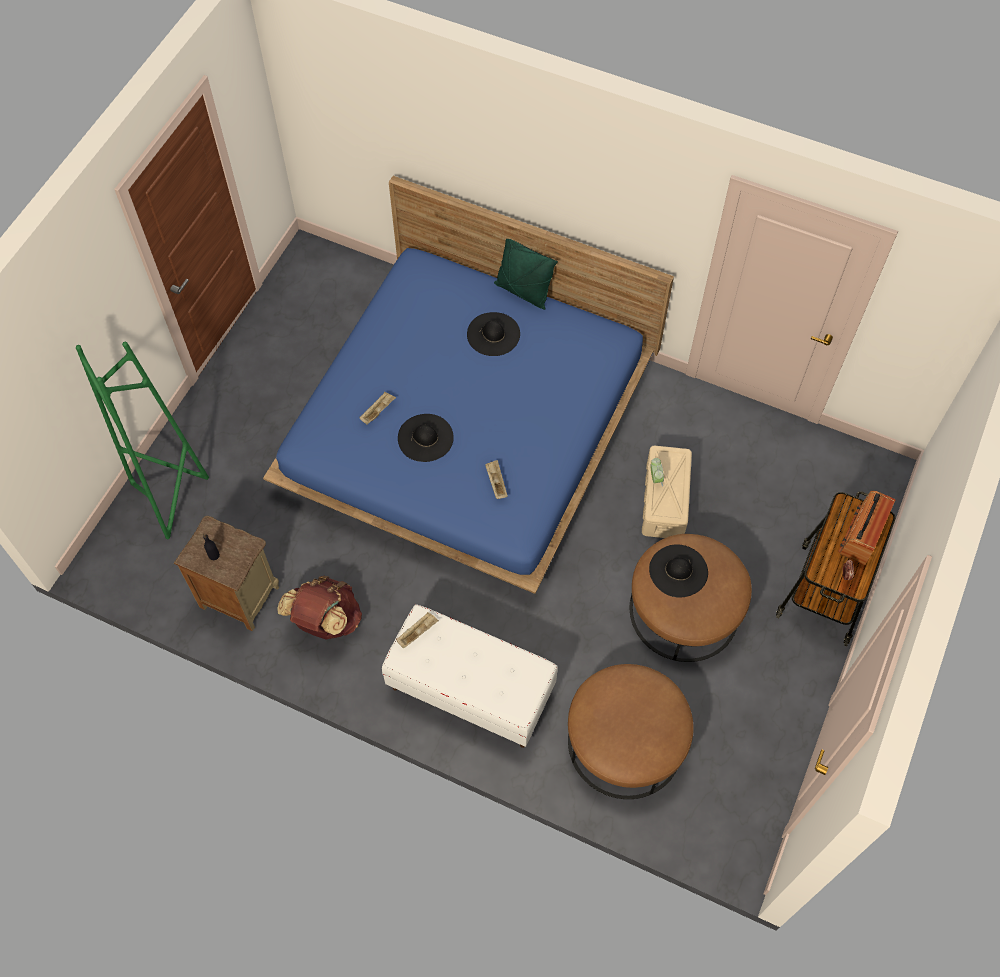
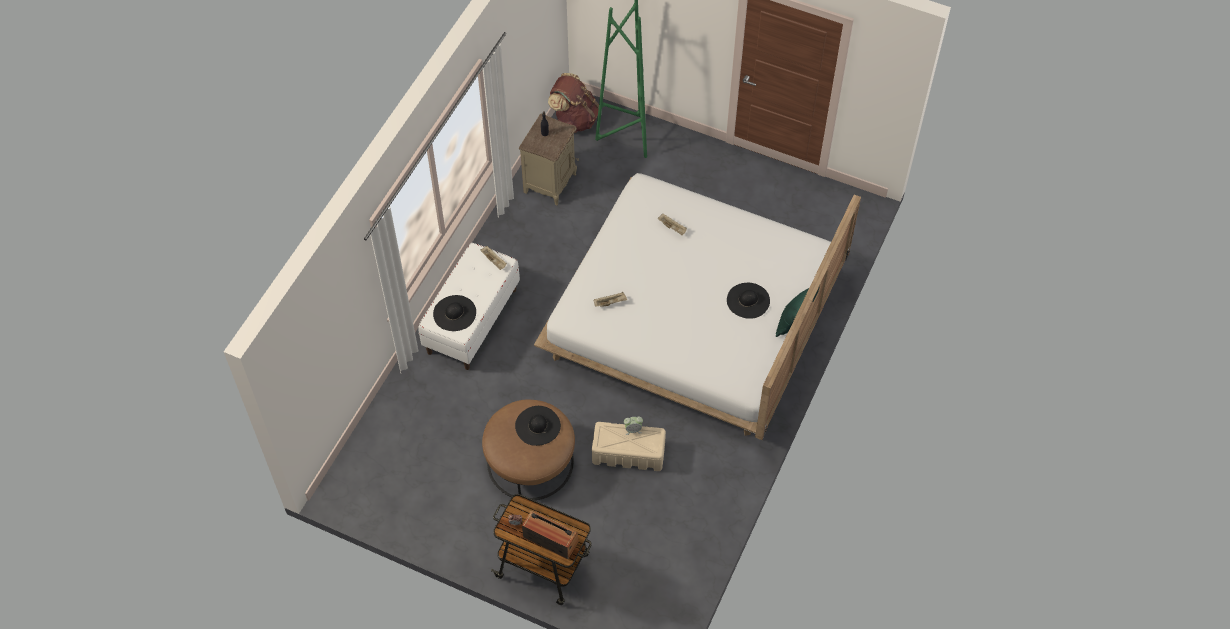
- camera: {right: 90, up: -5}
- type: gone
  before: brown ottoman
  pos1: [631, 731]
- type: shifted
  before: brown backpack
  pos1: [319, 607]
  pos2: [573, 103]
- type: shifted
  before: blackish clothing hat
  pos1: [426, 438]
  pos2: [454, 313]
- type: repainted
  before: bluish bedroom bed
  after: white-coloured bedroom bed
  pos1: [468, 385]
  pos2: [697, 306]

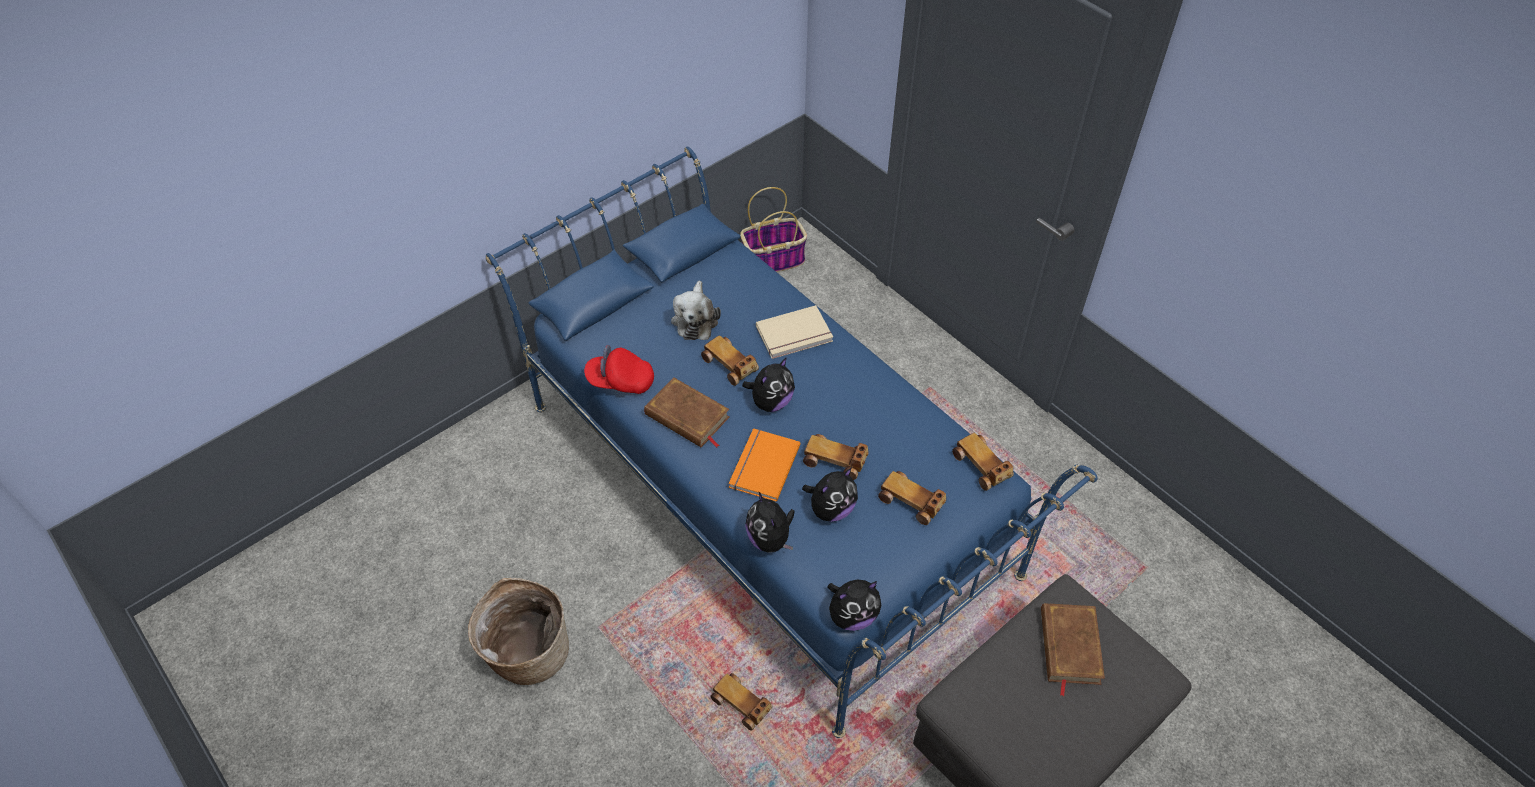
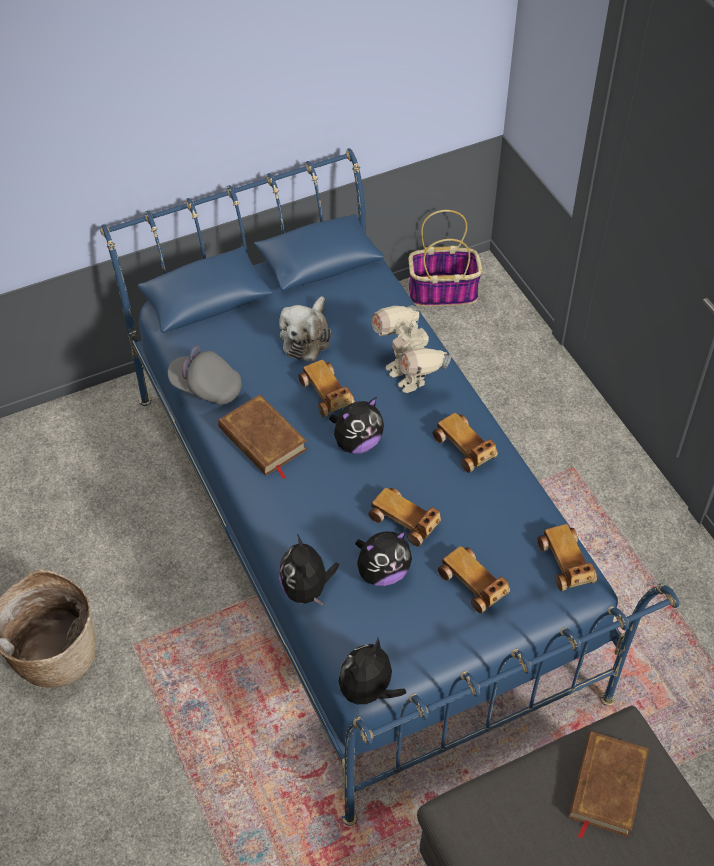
- camera: {right: 15, up: 0}
- type: gone
  before: orange-coloured book
  pos1: [764, 465]
- type: shifted
  before: toy car
  pos1: [741, 702]
  pos2: [465, 443]
- type: swapped
  before: beige-coloured book
  after: robot figure
  pos1: [794, 332]
  pos2: [411, 349]
- type: repainted
  before: red peaked cap
  after: greyish peaked cap
  pos1: [619, 369]
  pos2: [205, 375]
- type: rotated
  before: plush toy
  pos1: [854, 605]
  pos2: [372, 676]
  turn: 135

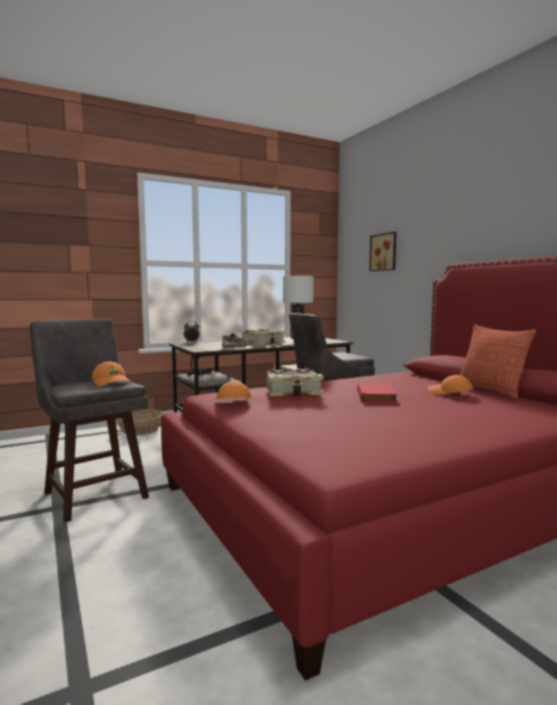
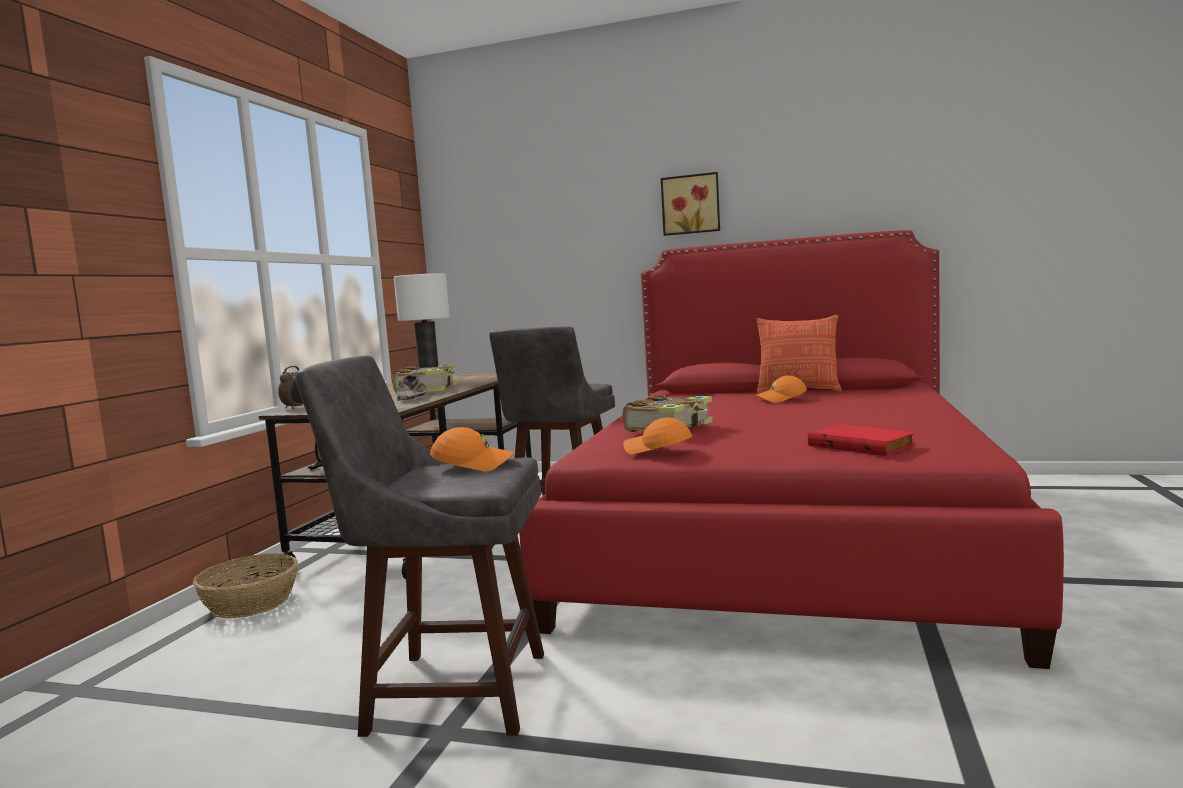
- camera: {right: -45, up: 0}
- type: shifted
  before: red book
  pos1: [377, 392]
  pos2: [862, 440]
- type: shifted
  before: picture
  pos1: [382, 251]
  pos2: [690, 204]

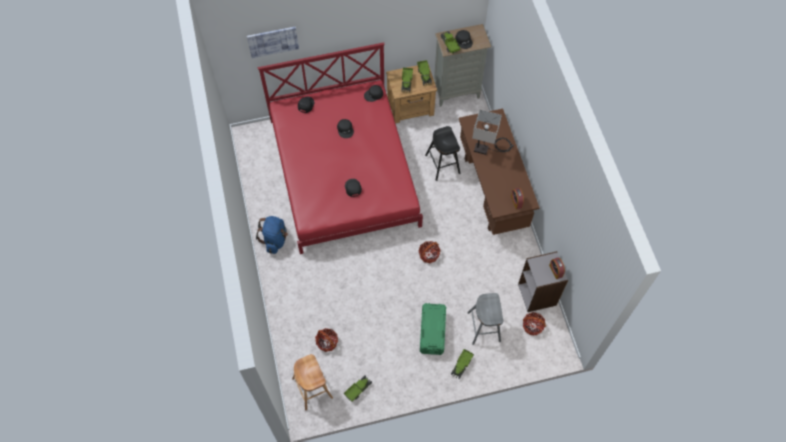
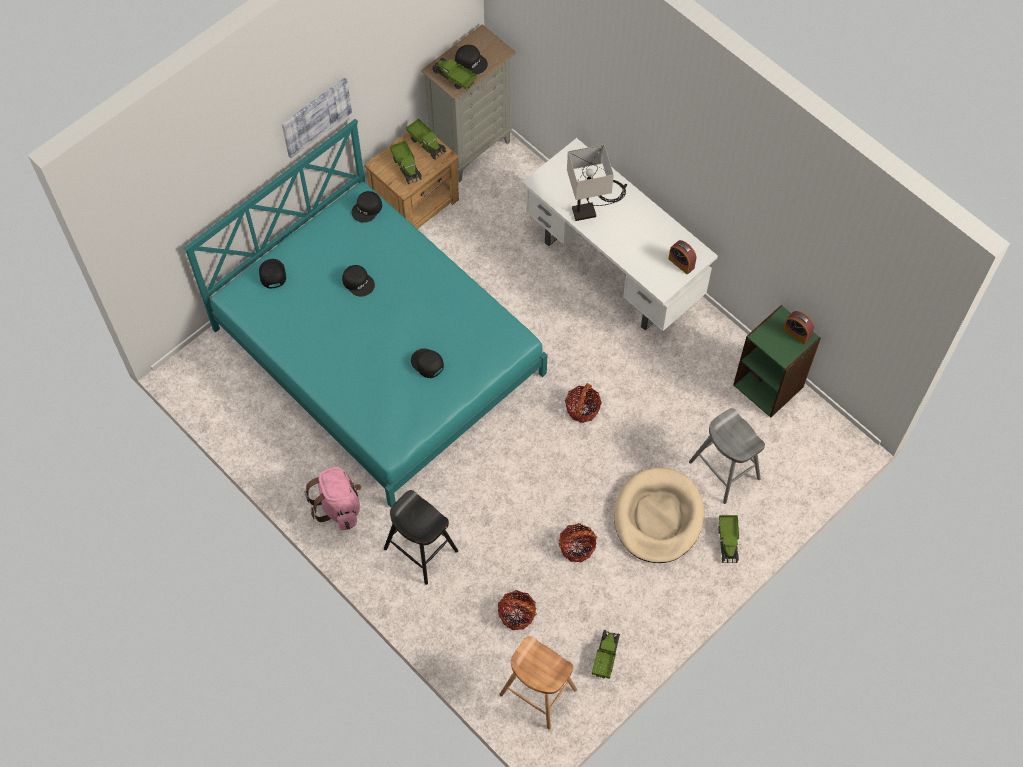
- camera: {right: -30, up: 0}
- type: shifted
  before: picture
  pos1: [273, 42]
  pos2: [317, 117]
- type: shifted
  before: blackish stool
  pos1: [442, 153]
  pos2: [421, 537]
- type: shifted
  before: basket
  pos1: [534, 323]
  pos2: [578, 542]
- type: swapped
  before: greenish storage bin
  after: beige-coloured pet bed
  pos1: [433, 329]
  pos2: [659, 515]
- type: repainted
  before: bluish backpack
  after: pinkish backpack
  pos1: [272, 235]
  pos2: [333, 498]
- type: repainted
  before: red bedroom bed
  after: turquoise-coloured bedroom bed
  pos1: [340, 148]
  pos2: [365, 313]
- type: repainted
  before: brown desk unit
  after: white-coloured desk unit
  pos1: [499, 172]
  pos2: [620, 234]
- type: repainted
  before: greyish shelving unit
  after: greenish shelving unit
  pos1: [543, 281]
  pos2: [777, 361]

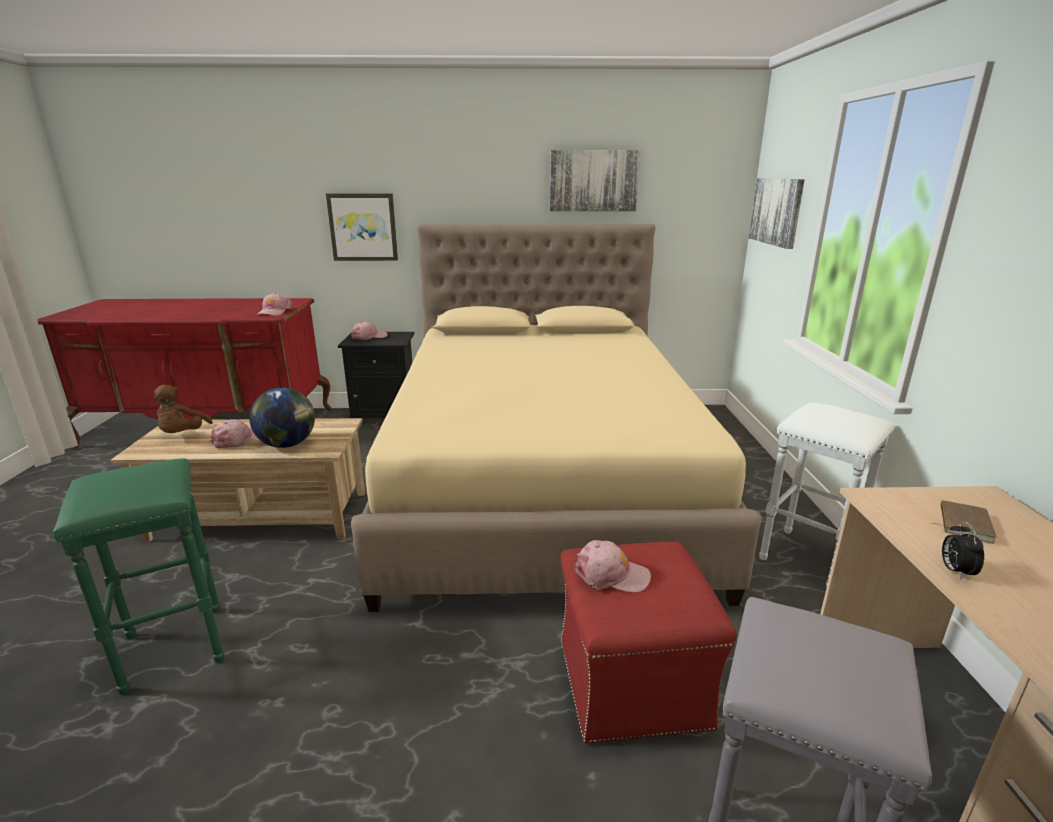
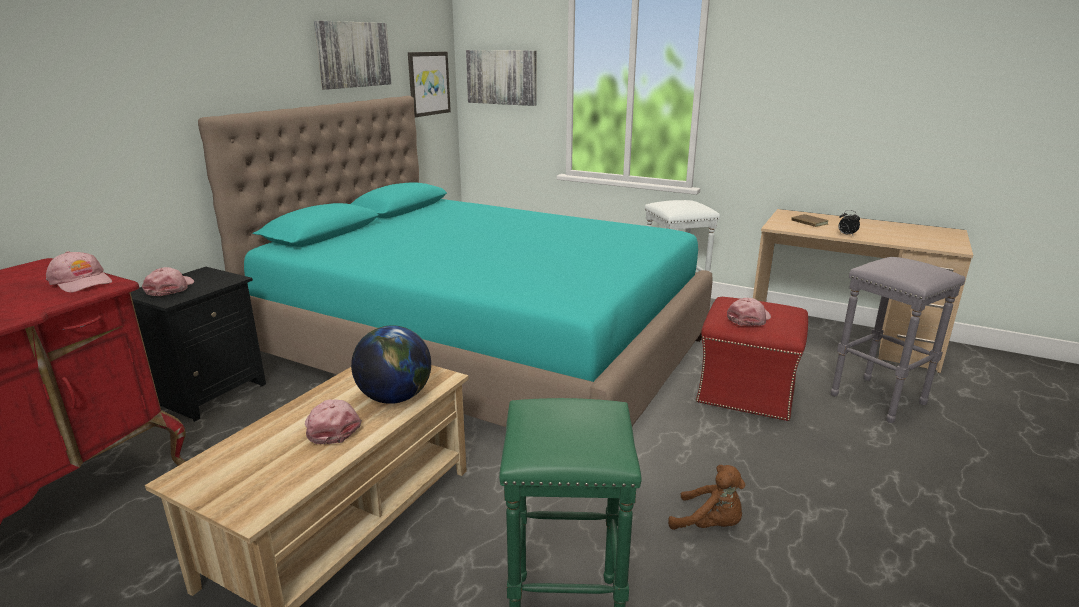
- camera: {right: -60, up: 0}
- type: shifted
  before: brown plush toy
  pos1: [183, 409]
  pos2: [707, 497]
- type: shifted
  before: picture
  pos1: [362, 227]
  pos2: [429, 84]
- type: repainted
  before: beige-coloured bedroom bed
  after: turquoise-coloured bedroom bed
  pos1: [556, 418]
  pos2: [455, 261]

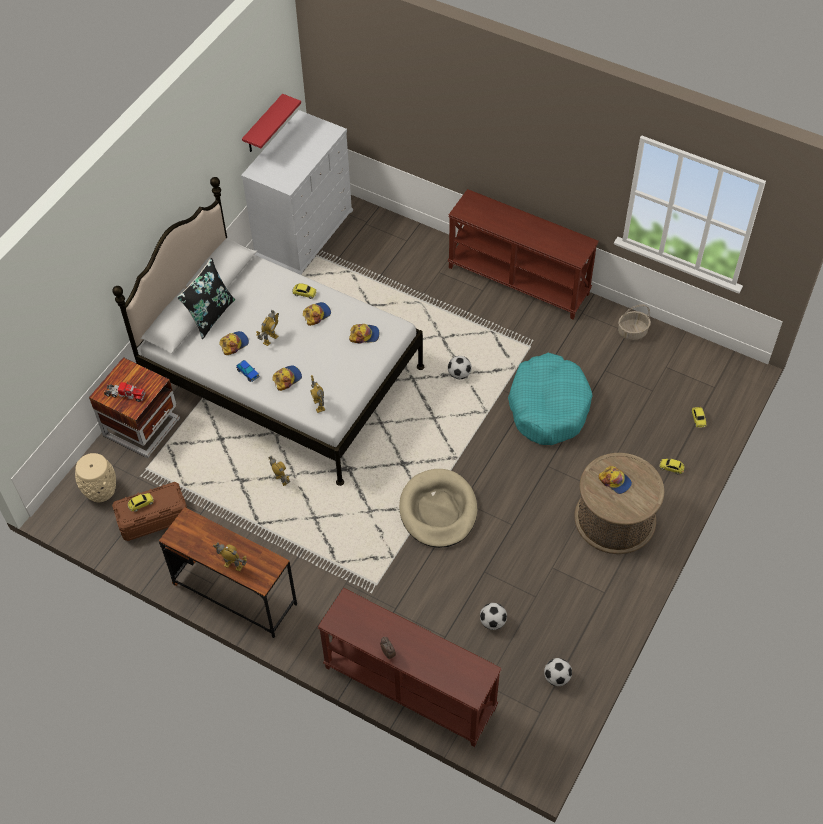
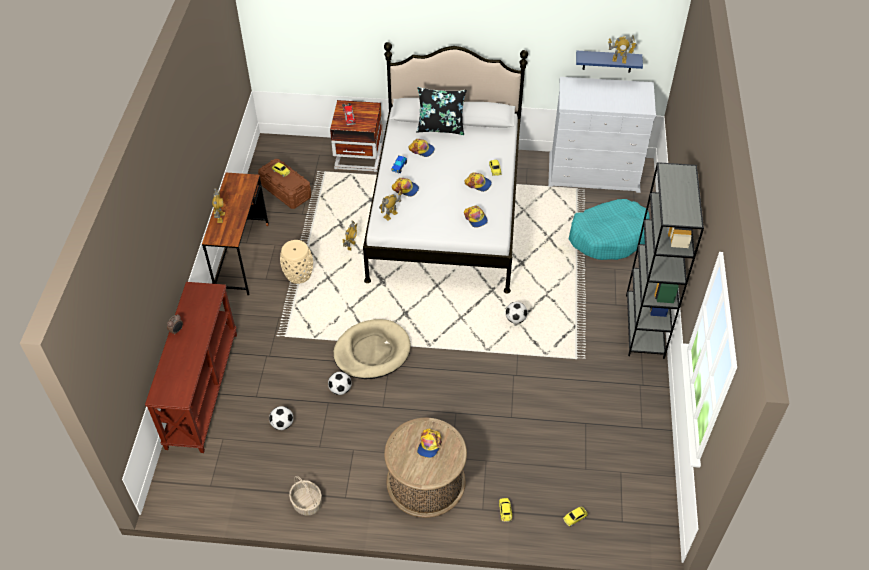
- camera: {right: 65, up: -5}
- type: shifted
  before: beige-coloured stool
  pos1: [95, 477]
  pos2: [296, 262]
- type: shifted
  before: robot figure
  pos1: [267, 327]
  pos2: [622, 49]
- type: shifted
  before: turquoise-coloured pet bed
  pos1: [550, 399]
  pos2: [609, 229]
- type: shifted
  before: football ball
  pos1: [558, 672]
  pos2: [340, 383]
- type: shifted
  before: basket
  pos1: [634, 322]
  pos2: [305, 496]
- type: swapped
  before: brown console table
  after: greyish shelving unit
  pos1: [523, 254]
  pos2: [665, 260]
- type: repainted
  before: red bracket shelf
  after: bluish bracket shelf
  pos1: [271, 123]
  pos2: [609, 62]

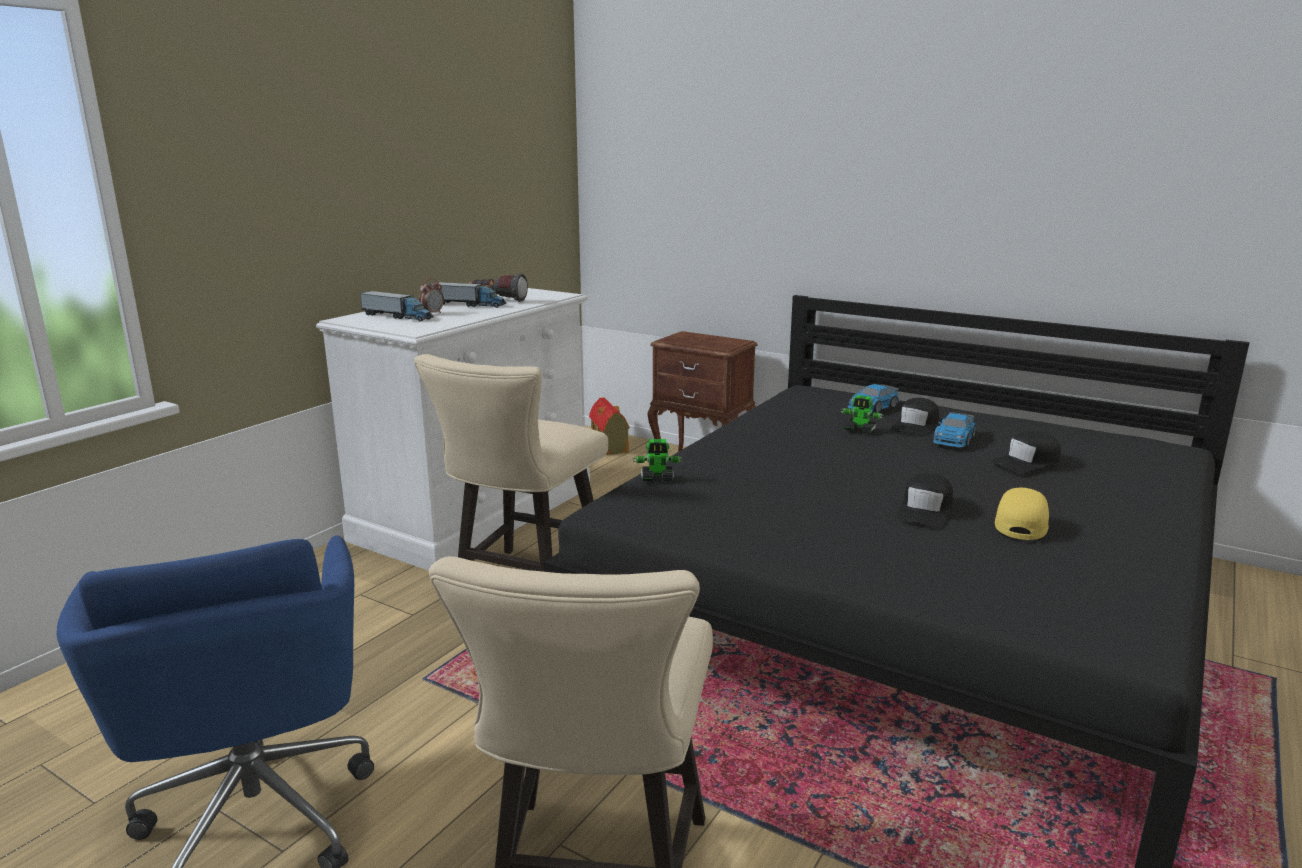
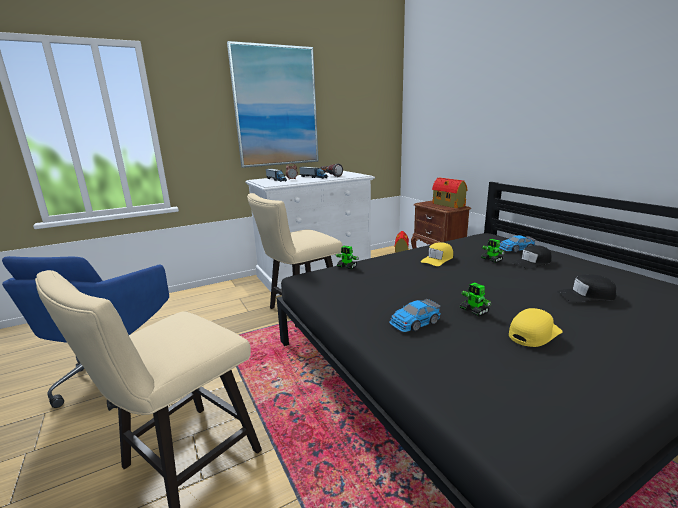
- camera: {right: 30, up: 0}
- type: new
  after: picture
  pos2: [273, 104]
- type: new
  after: yellowish peaked cap
  pos2: [437, 254]
- type: new
  after: model house
  pos2: [450, 193]
- type: shifted
  before: toy car
  pos1: [954, 429]
  pos2: [415, 315]
- type: swapped
  before: blackish peaked cap
  after: robot figure
  pos1: [924, 500]
  pos2: [476, 299]

